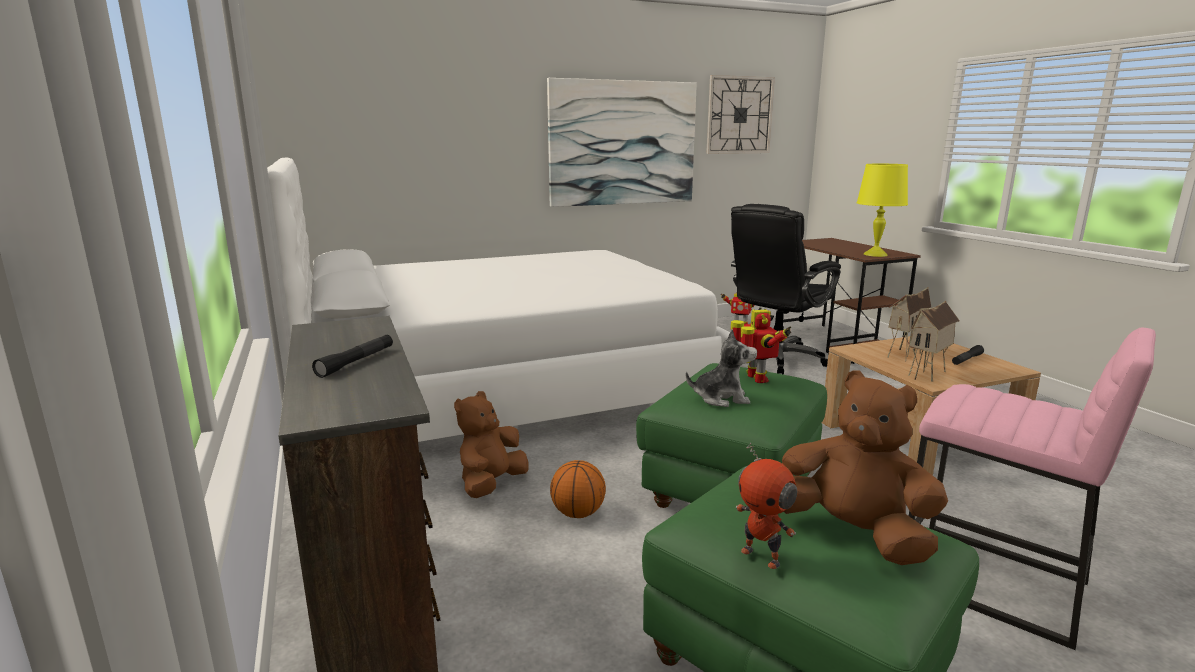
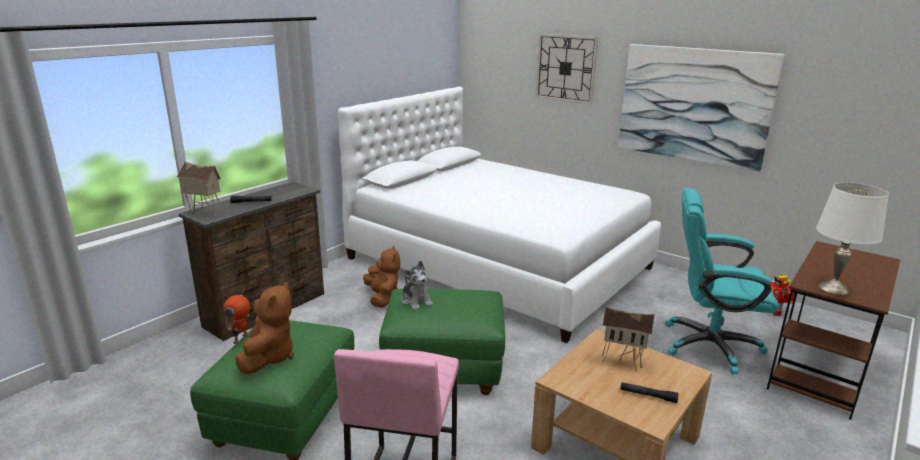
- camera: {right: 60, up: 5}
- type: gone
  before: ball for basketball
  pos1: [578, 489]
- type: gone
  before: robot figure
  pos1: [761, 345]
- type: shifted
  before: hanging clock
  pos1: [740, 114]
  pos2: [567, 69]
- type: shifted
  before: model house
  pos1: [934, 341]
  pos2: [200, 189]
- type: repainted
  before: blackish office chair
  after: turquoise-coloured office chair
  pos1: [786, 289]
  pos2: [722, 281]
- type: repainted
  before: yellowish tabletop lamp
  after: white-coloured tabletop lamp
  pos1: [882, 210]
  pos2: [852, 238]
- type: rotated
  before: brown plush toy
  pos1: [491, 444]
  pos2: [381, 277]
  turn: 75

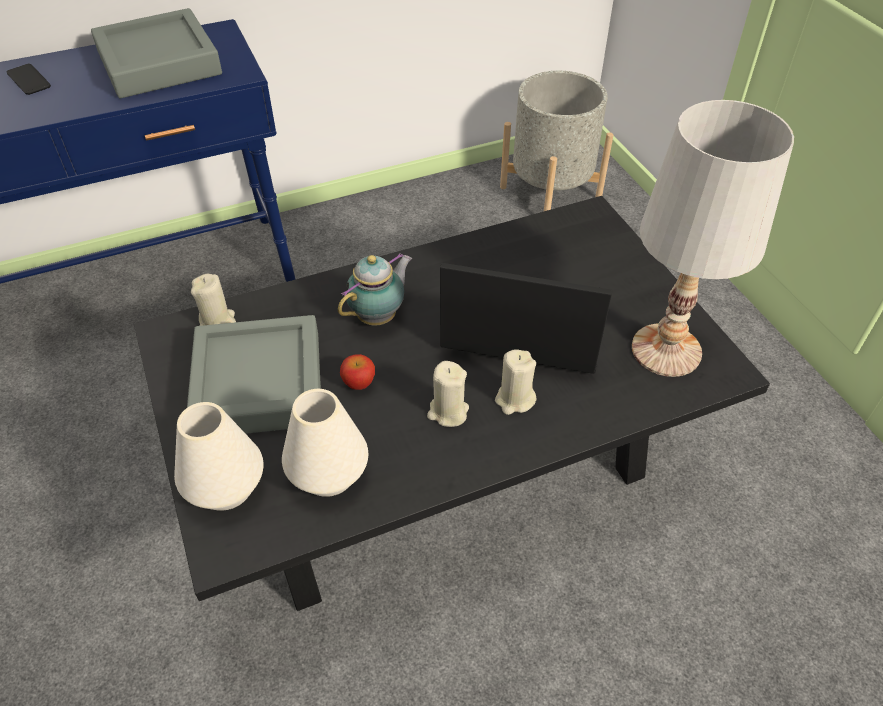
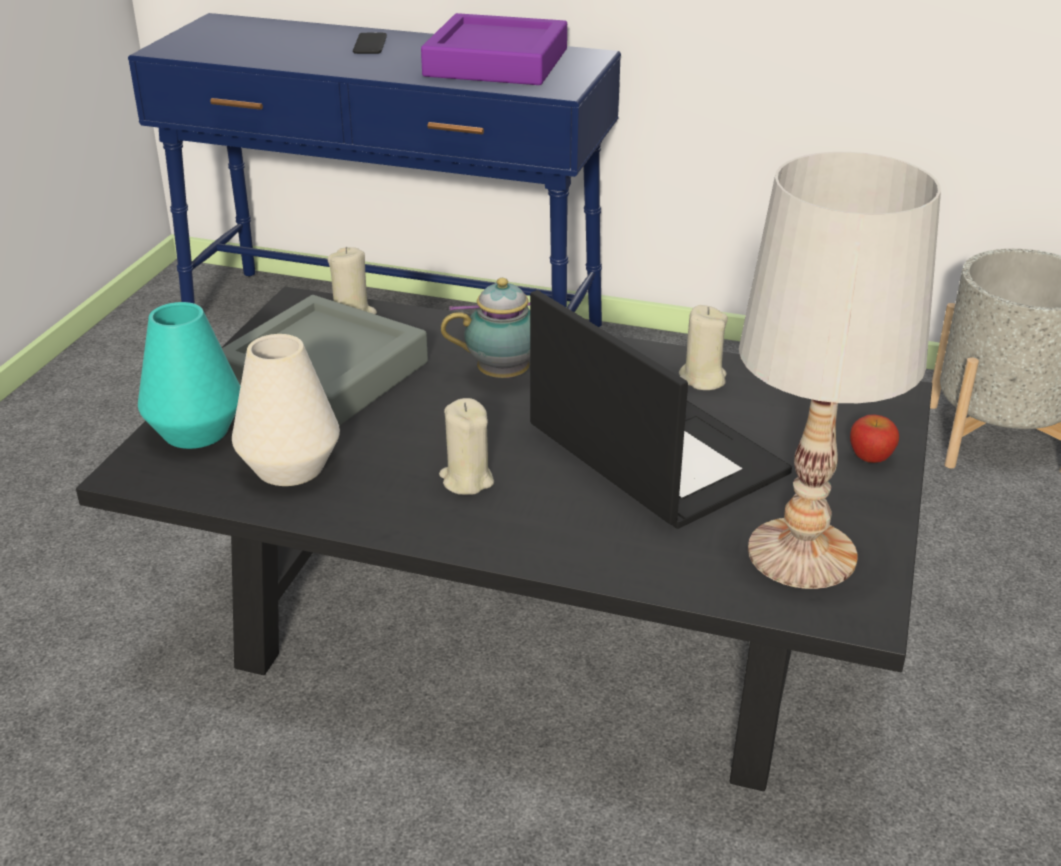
- camera: {right: 40, up: -15}
- type: shifted
  before: apple fruit
  pos1: [357, 372]
  pos2: [874, 438]
- type: shifted
  before: beige-coloured wax candle
  pos1: [515, 382]
  pos2: [703, 347]
- type: repainted
  before: greyish tray
  after: purple-coloured tray
  pos1: [156, 53]
  pos2: [494, 49]
- type: repainted
  before: white-coloured decorative vase
  after: turquoise-coloured decorative vase
  pos1: [218, 456]
  pos2: [189, 375]

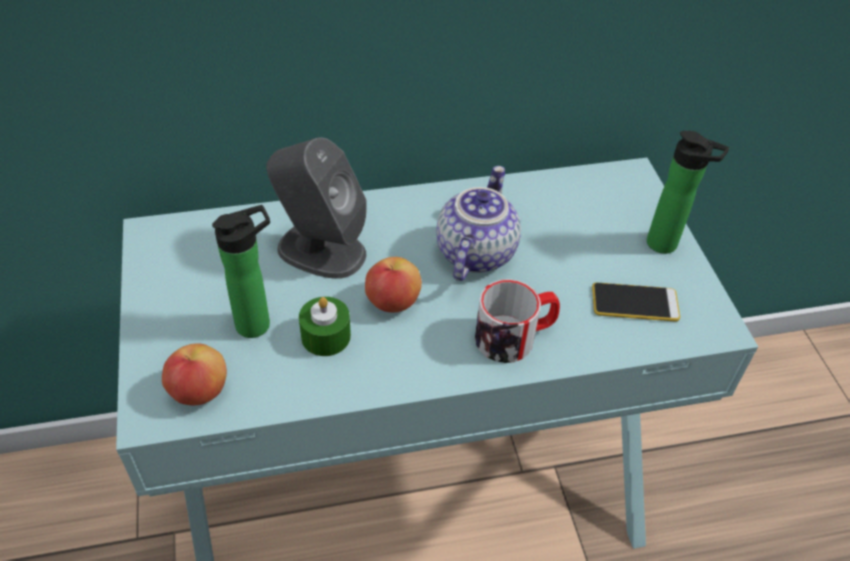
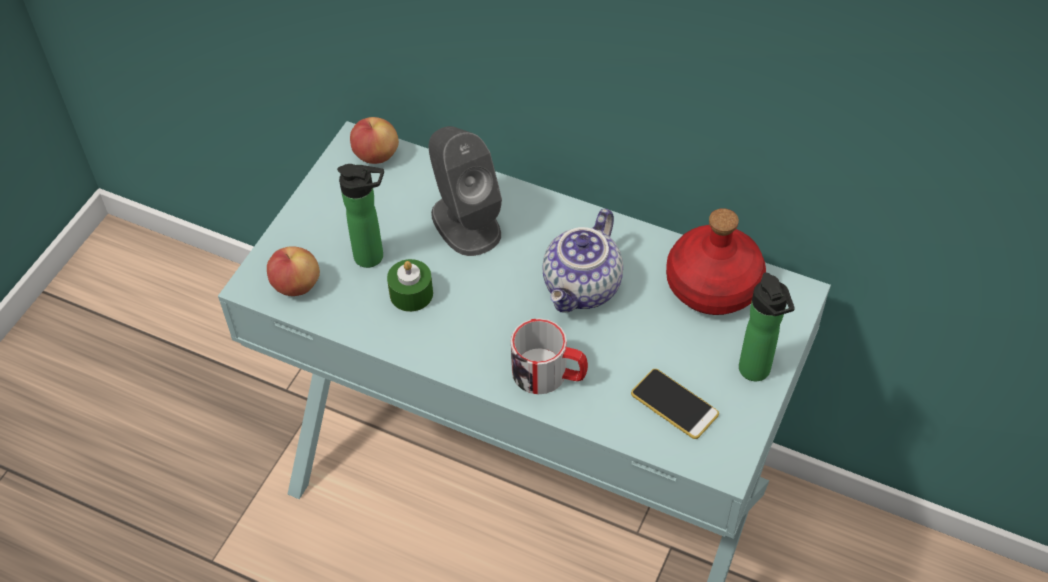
- camera: {right: 40, up: 5}
- type: new
  after: red beverage bottle
  pos2: [716, 261]
- type: shifted
  before: apple fruit
  pos1: [393, 284]
  pos2: [374, 140]
- type: rotated
  before: teapot
  pos1: [478, 223]
  pos2: [582, 260]
  turn: 150

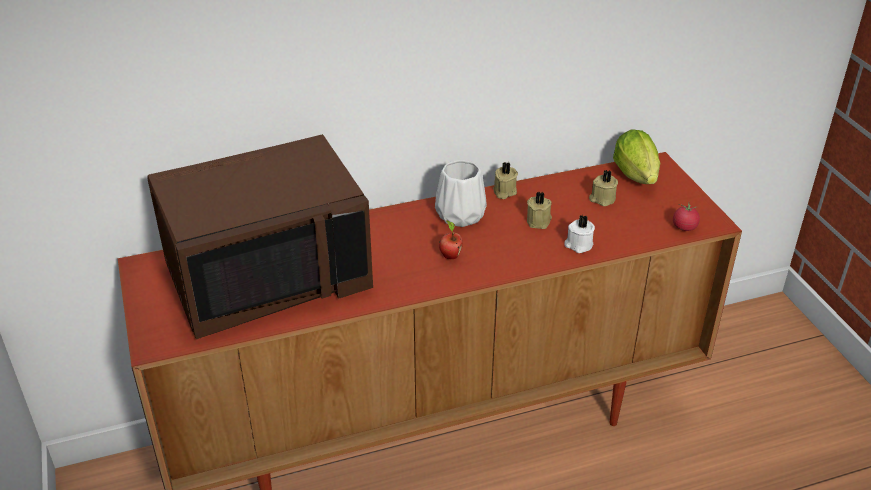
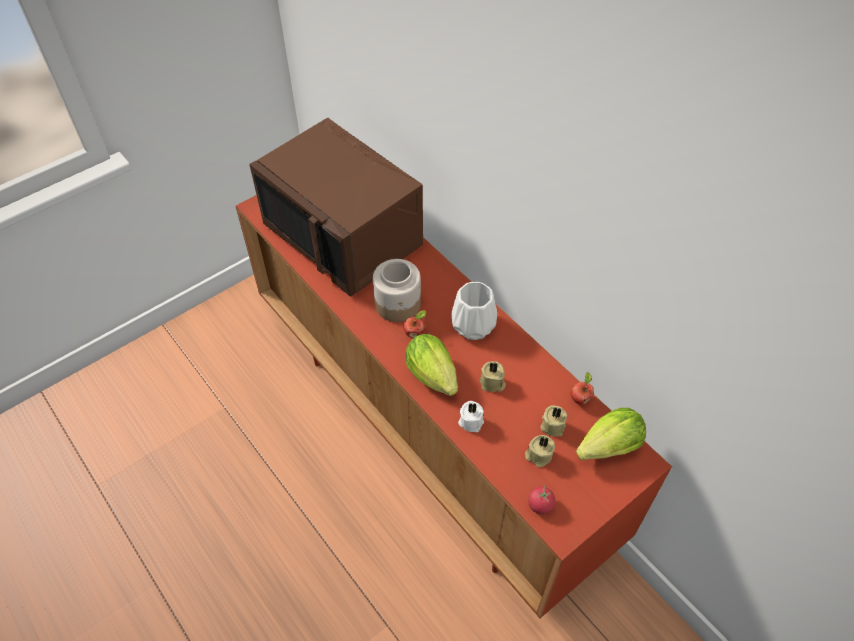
- camera: {right: 70, up: 15}
- type: new
  after: preserve jar
  pos2: [397, 290]
- type: new
  after: lettuce head
  pos2: [432, 365]
- type: new
  after: apple fruit
  pos2: [582, 388]
- type: shifted
  before: beige-coloured wax candle
  pos1: [505, 180]
  pos2: [540, 451]

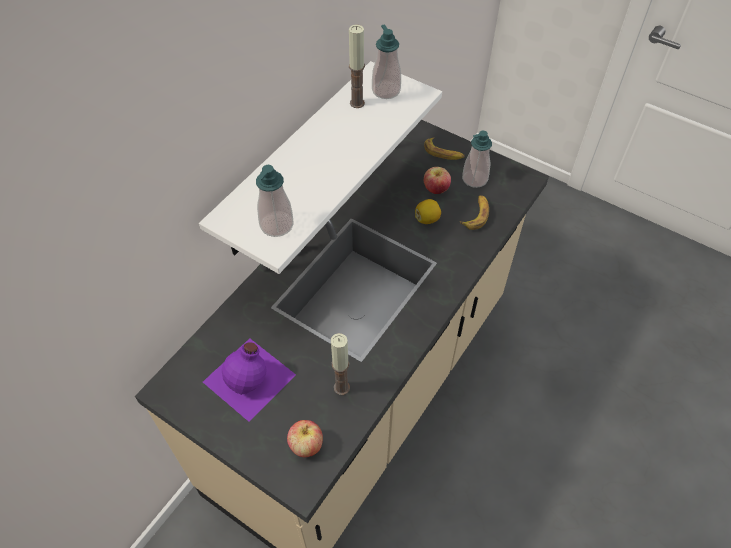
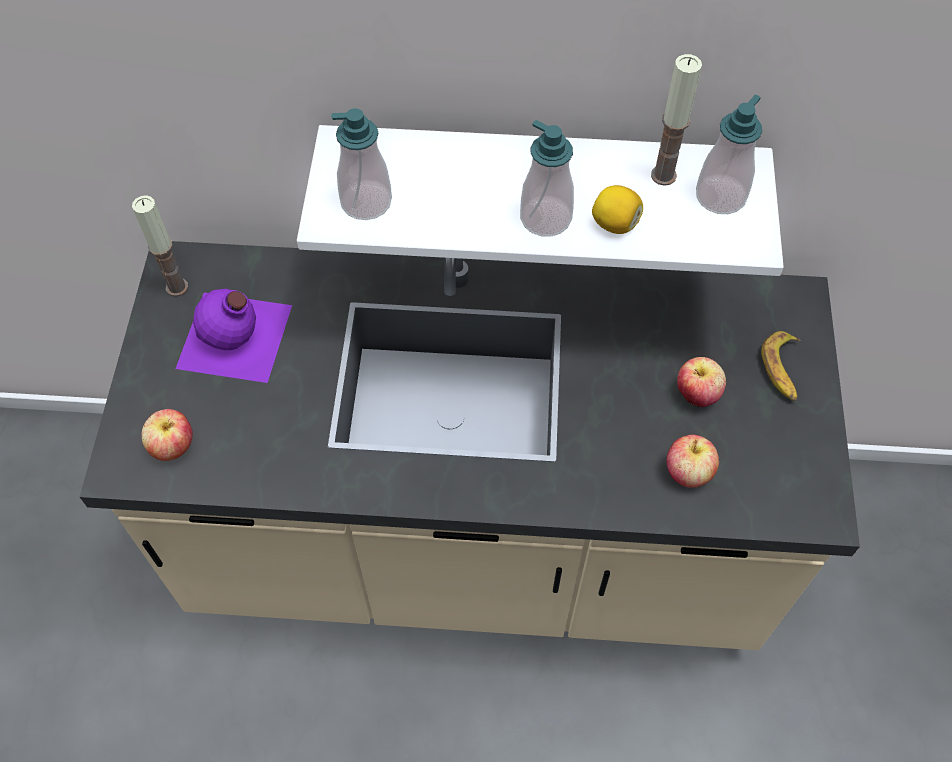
- camera: {right: 60, up: 5}
- type: shifted
  before: wax candle
  pos1: [340, 364]
  pos2: [160, 246]
- type: shifted
  before: citrus fruit
  pos1: [428, 211]
  pos2: [617, 209]
- type: shifted
  before: soap bottle
  pos1: [477, 159]
  pos2: [547, 178]
- type: swapped
  before: banana fruit
  after: apple fruit
  pos1: [474, 212]
  pos2: [692, 461]

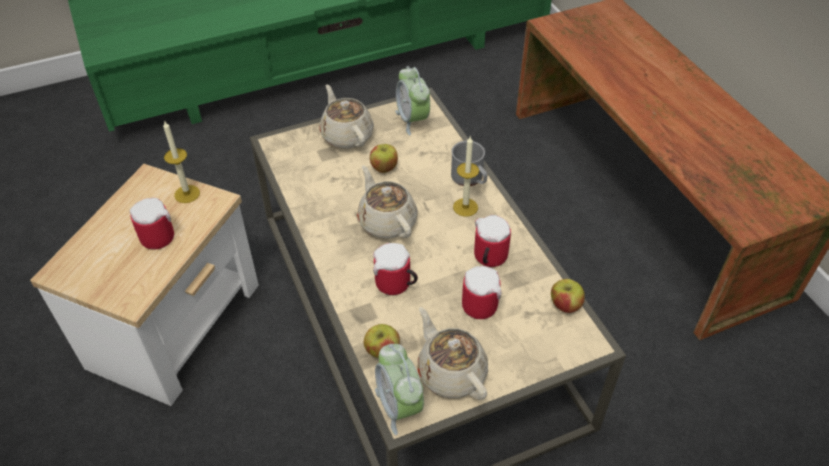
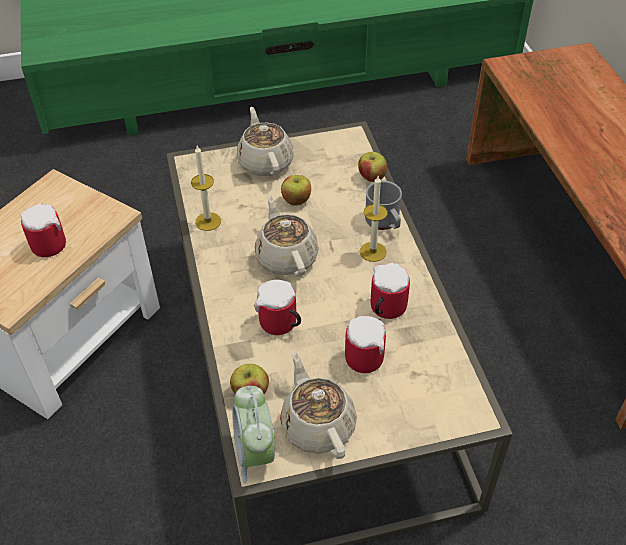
- camera: {right: 10, up: 0}
- type: gone
  before: alarm clock
  pos1: [412, 100]
- type: shifted
  before: wax candle
  pos1: [181, 161]
  pos2: [206, 188]
- type: shifted
  before: apple fruit
  pos1: [568, 296]
  pos2: [372, 167]

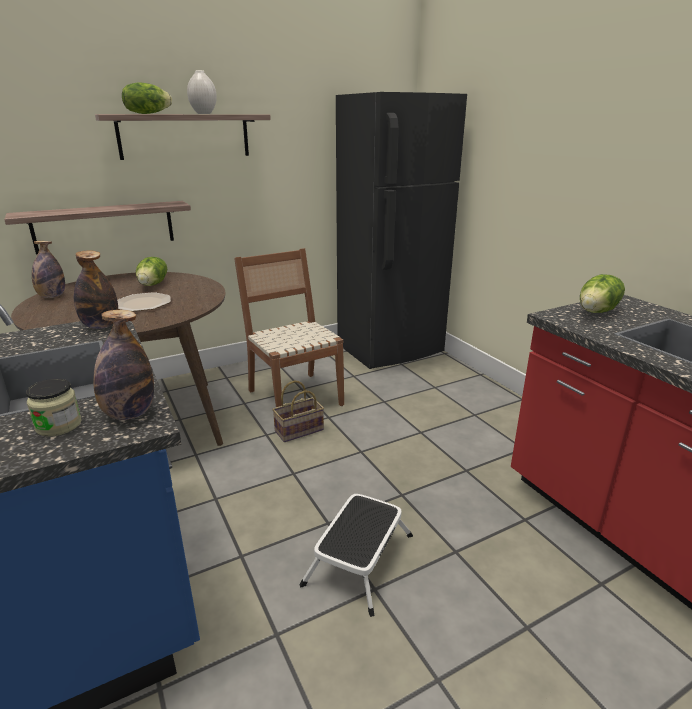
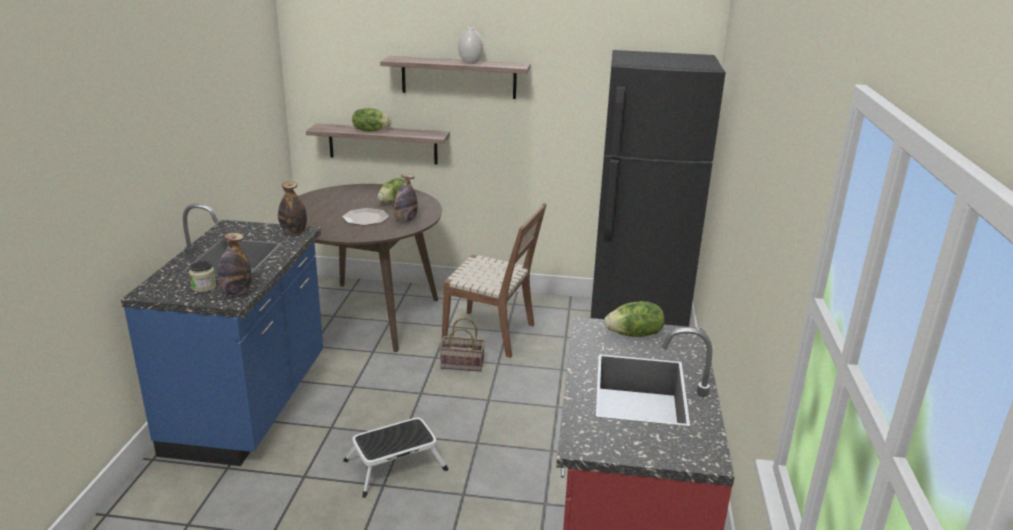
- camera: {right: 35, up: 0}
- type: shifted
  before: beverage bottle
  pos1: [48, 269]
  pos2: [405, 198]
- type: shifted
  before: lettuce head
  pos1: [147, 98]
  pos2: [372, 119]
- type: rotated
  before: upright chair
  pos1: [289, 327]
  pos2: [494, 280]
  turn: 105

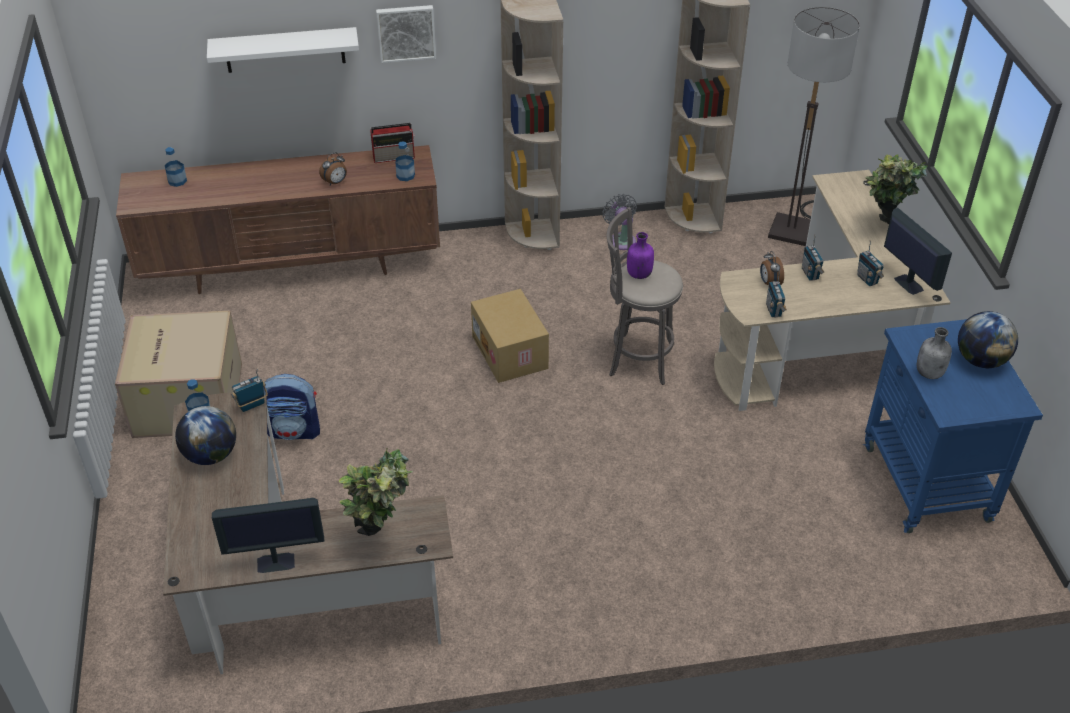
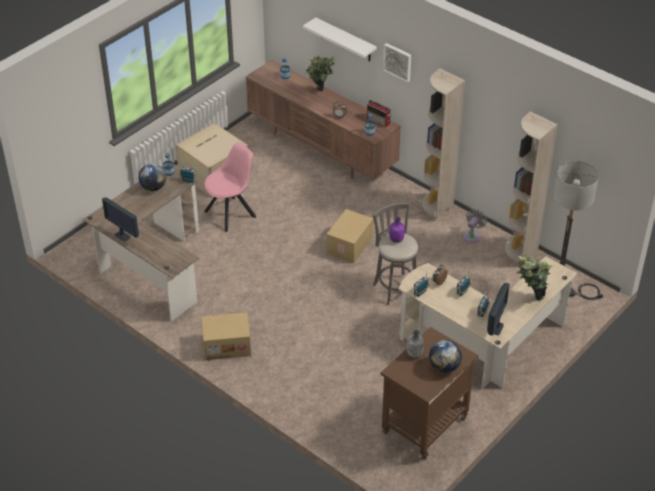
- camera: {right: 50, up: 0}
- type: new
  after: carton
  pos2: [226, 336]
- type: shifted
  before: houseplant
  pos1: [376, 491]
  pos2: [320, 73]
- type: swapped
  before: backpack
  after: pinkish upright chair
  pos1: [291, 407]
  pos2: [230, 187]
- type: repainted
  before: bluish cart
  after: brown cart
  pos1: [953, 426]
  pos2: [429, 393]

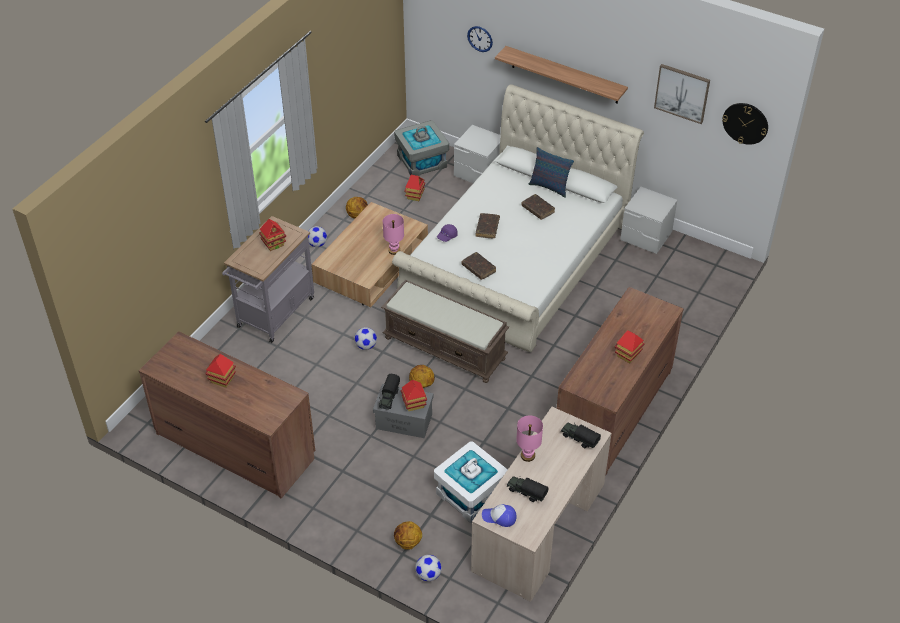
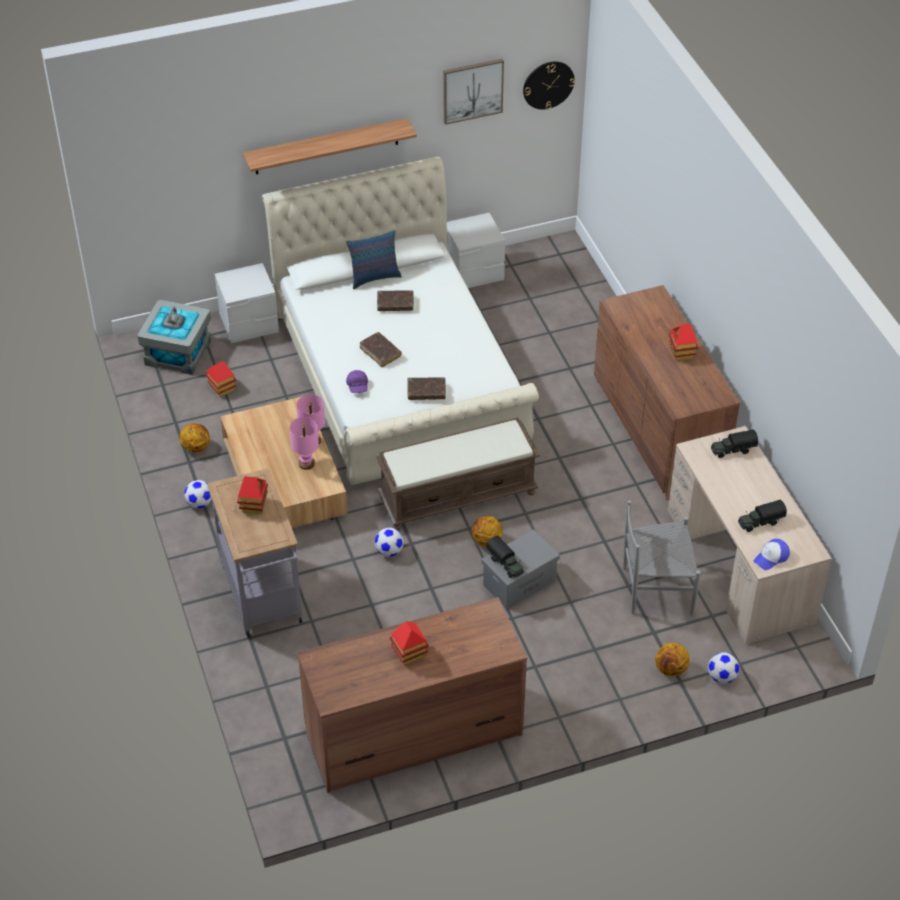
- camera: {right: -50, up: 0}
- type: gone
  before: model house
  pos1: [414, 395]
- type: gone
  before: hanging clock
  pos1: [480, 39]
- type: shifted
  before: pinkish tabletop lamp
  pos1: [529, 438]
  pos2: [304, 443]
- type: swapped
  before: white-coloured storage bin
  after: greyish upright chair
  pos1: [471, 482]
  pos2: [662, 558]

